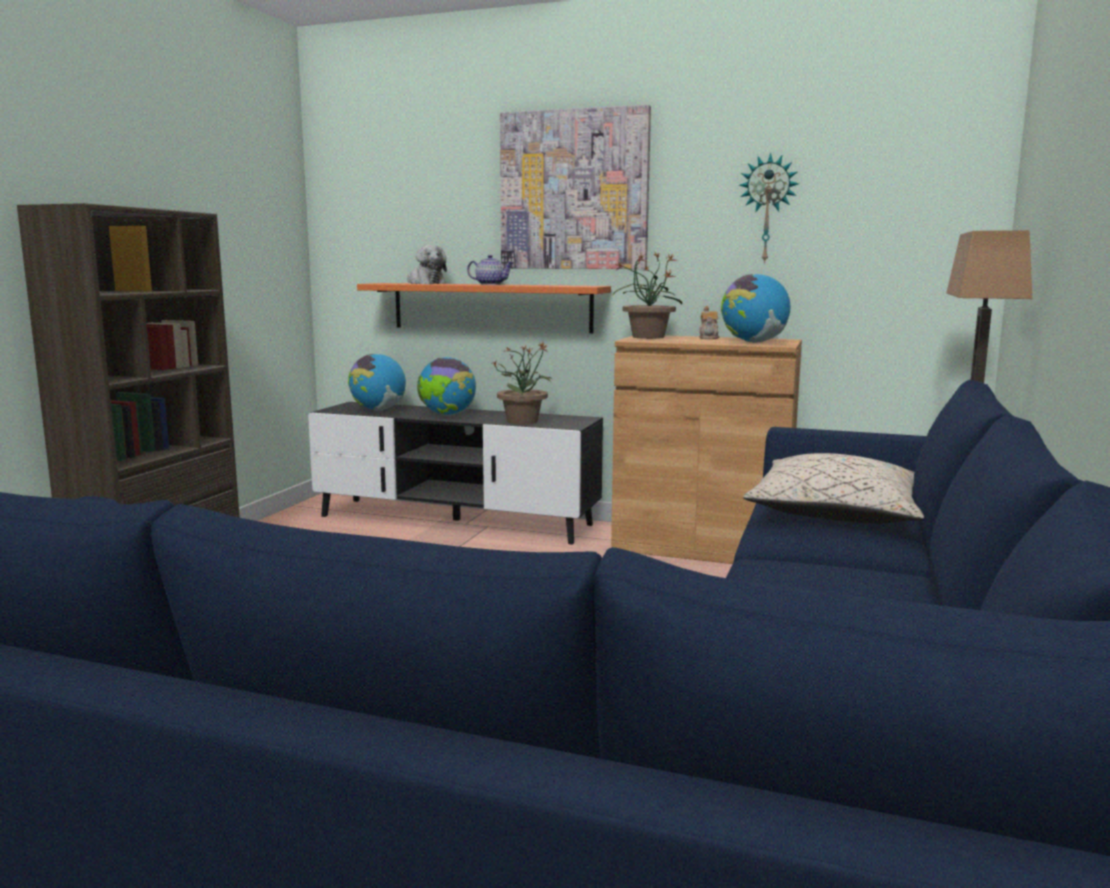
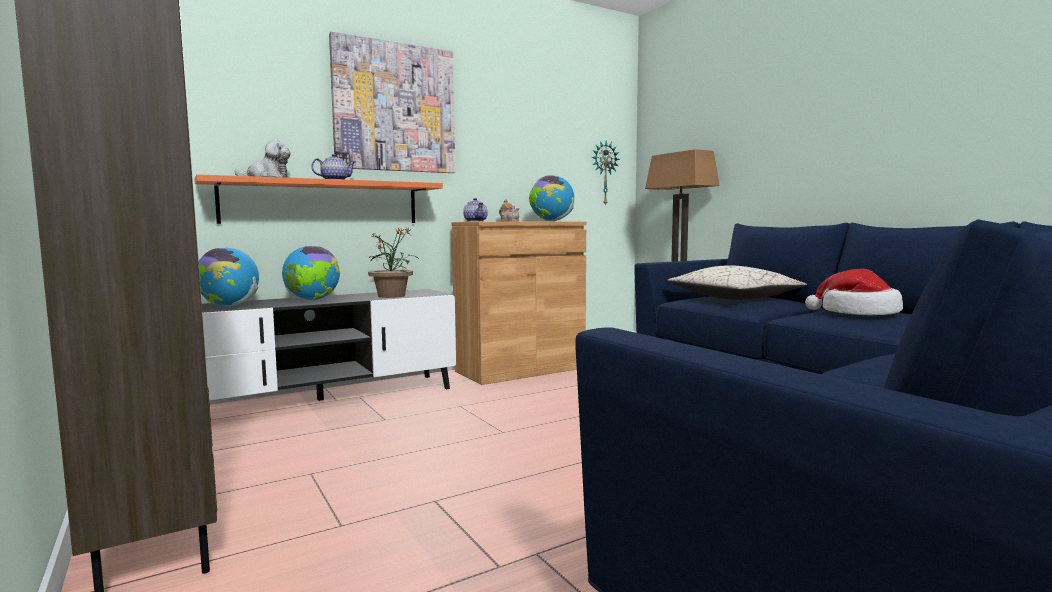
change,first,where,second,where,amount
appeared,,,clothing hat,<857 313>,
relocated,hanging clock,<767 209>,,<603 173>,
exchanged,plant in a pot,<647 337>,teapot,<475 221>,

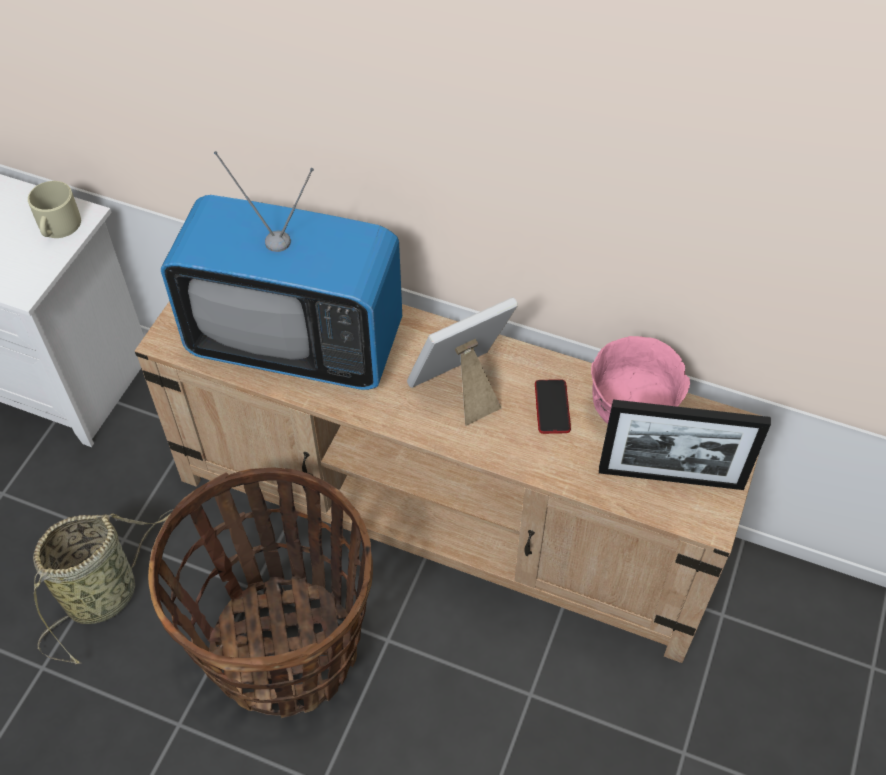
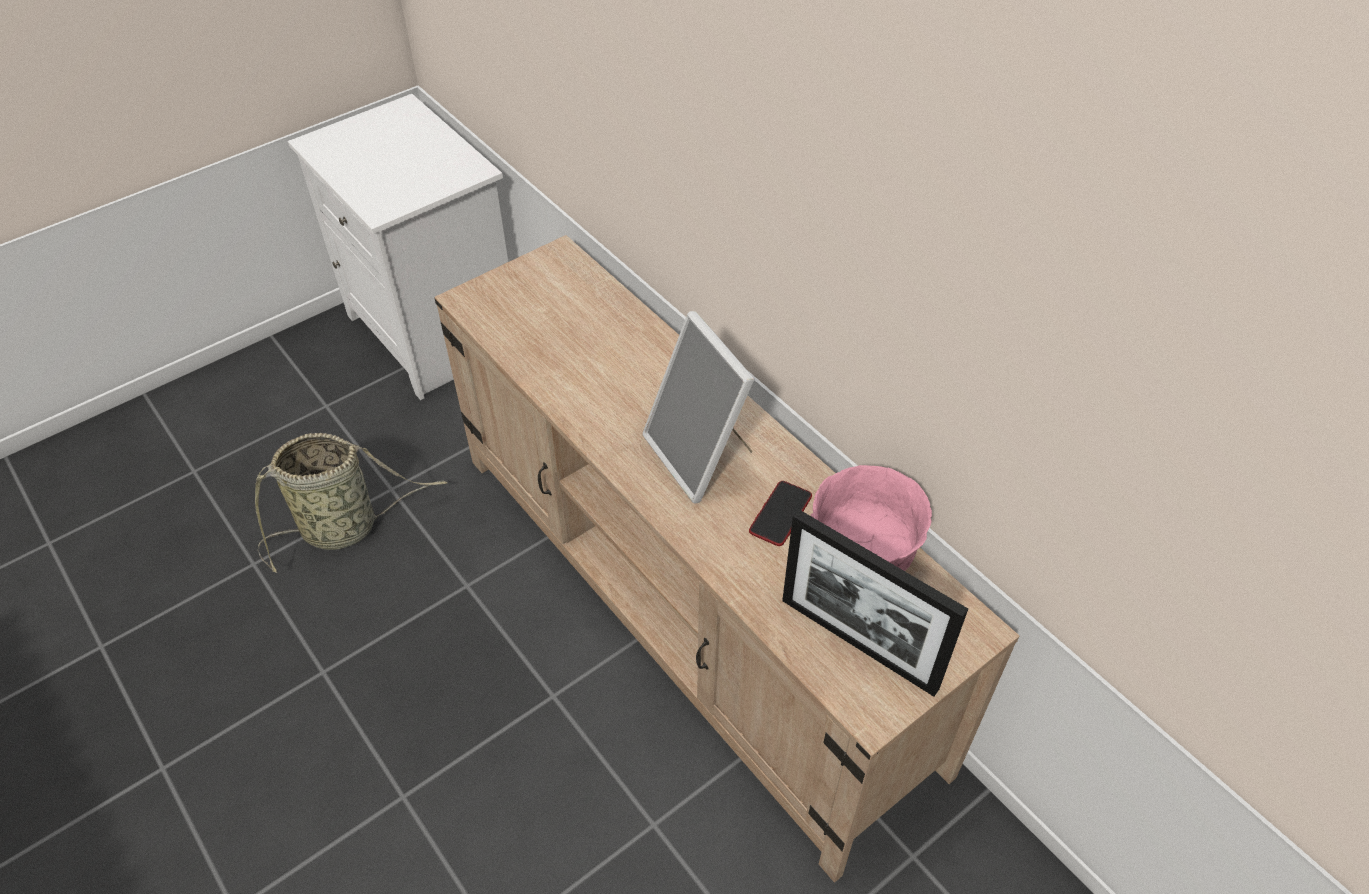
change,first,where,second,where,amount
missing,beige-coloured coffee mug,<58 227>,,,
missing,household basket,<285 648>,,,
missing,TV set,<296 343>,,,
spun,photo frame,<461 388>,,<701 456>,120 degrees counterclockwise

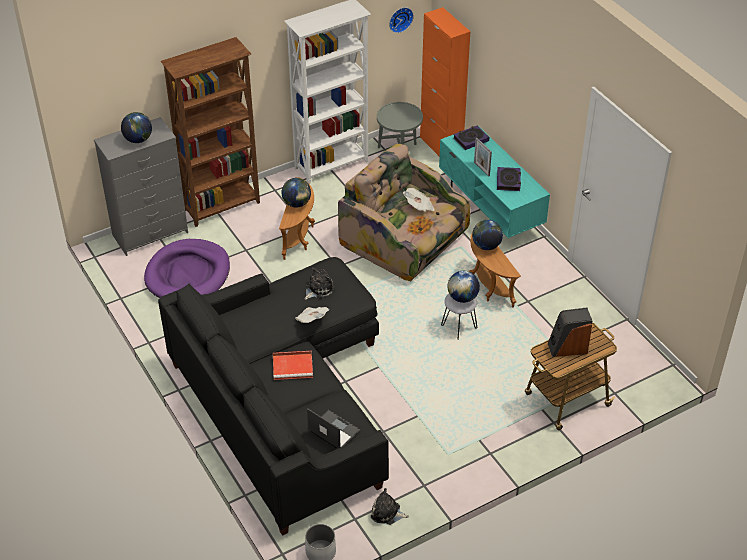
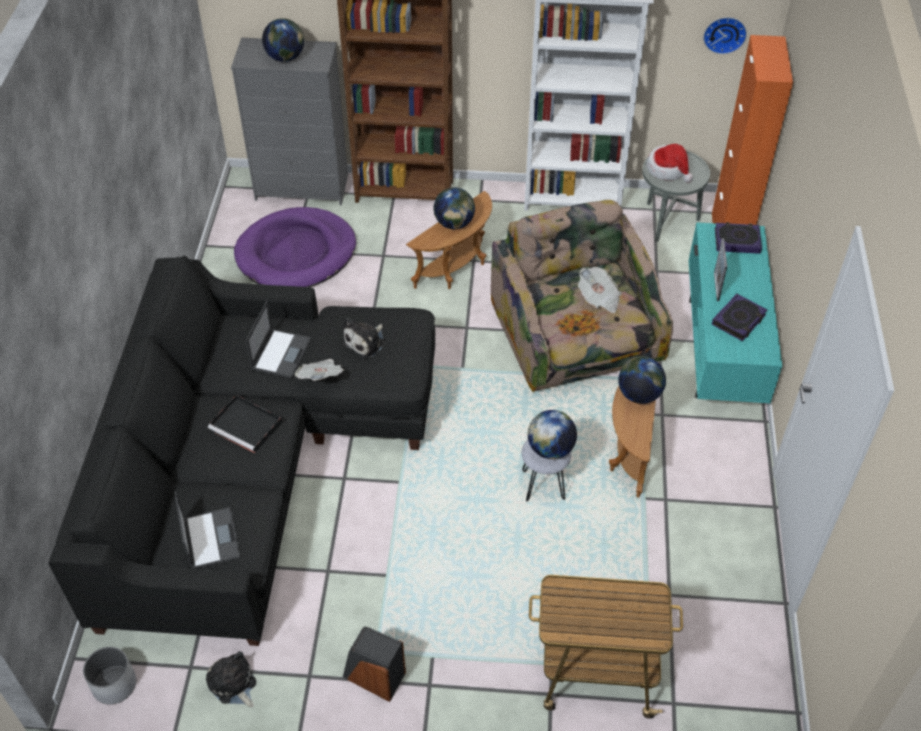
change,first,where,second,where,amount
appeared,,,laptop,<281 353>,
appeared,,,clothing hat,<668 169>,
relocated,loudspeaker,<567 347>,,<374 676>,
colour,red tray,<293 366>,blackish tray,<247 426>,
spun,soft toy,<318 289>,,<366 342>,135 degrees clockwise

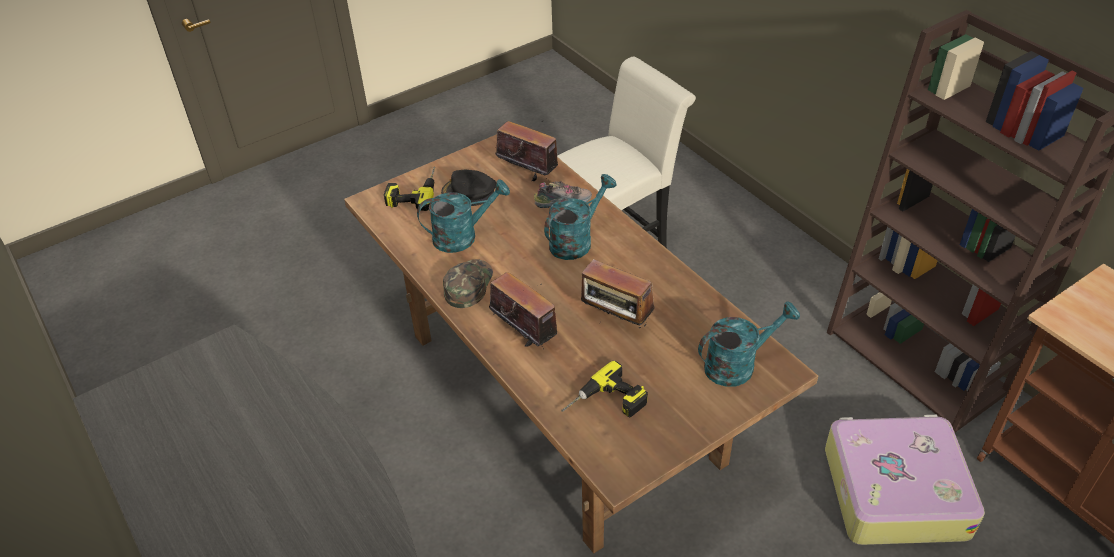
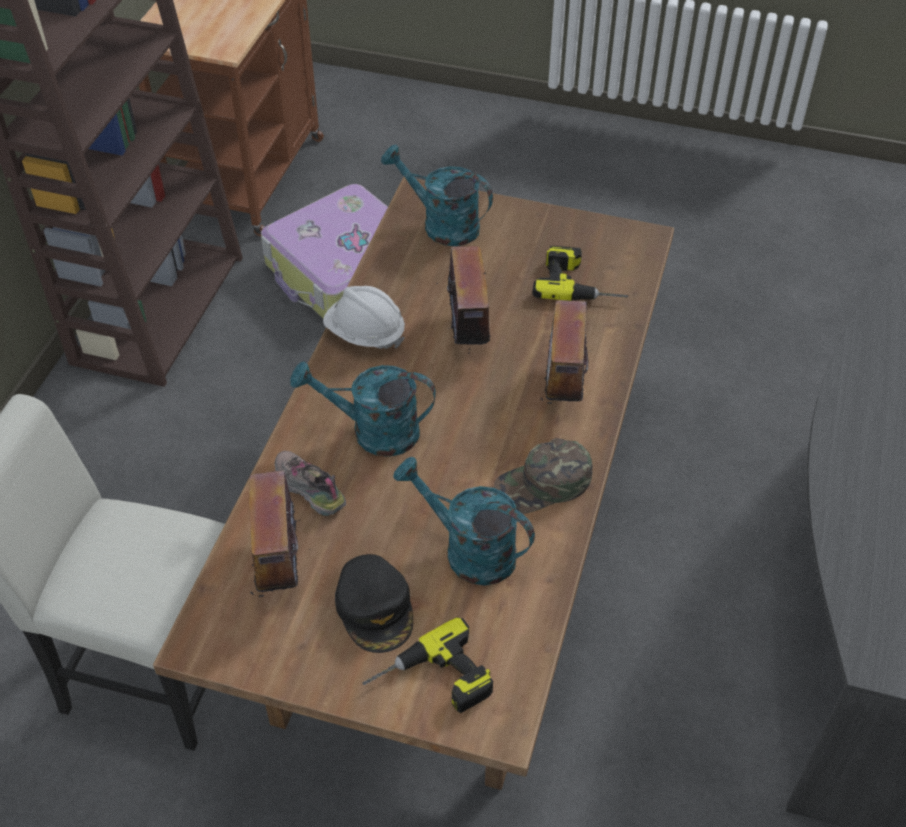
change,first,where,second,where,amount
appeared,,,whitish work helmet,<365 334>,

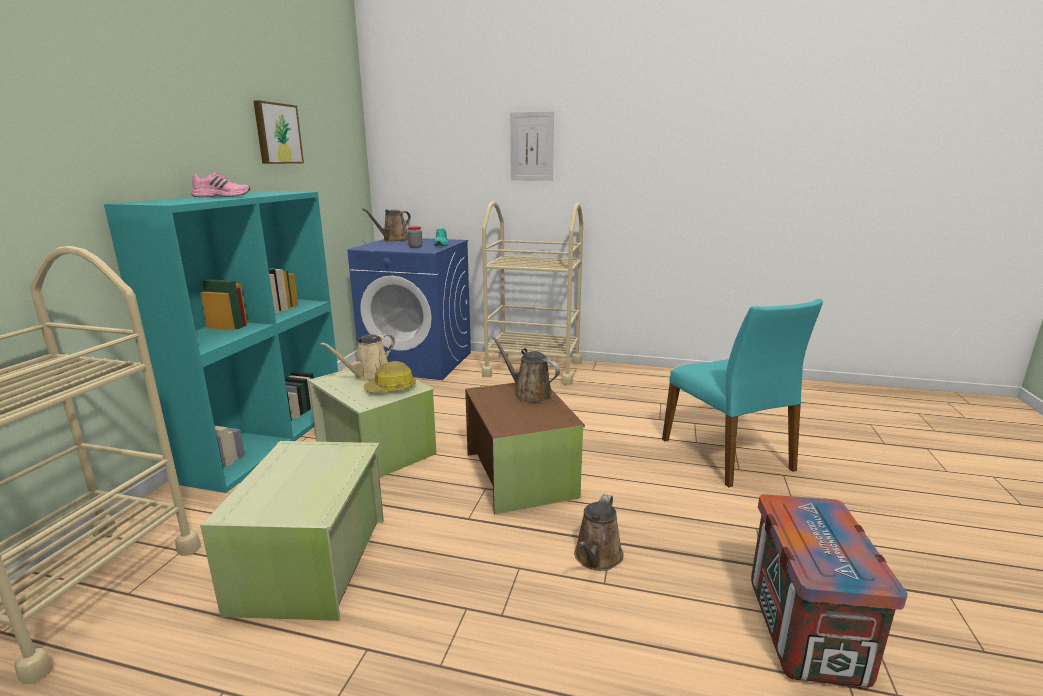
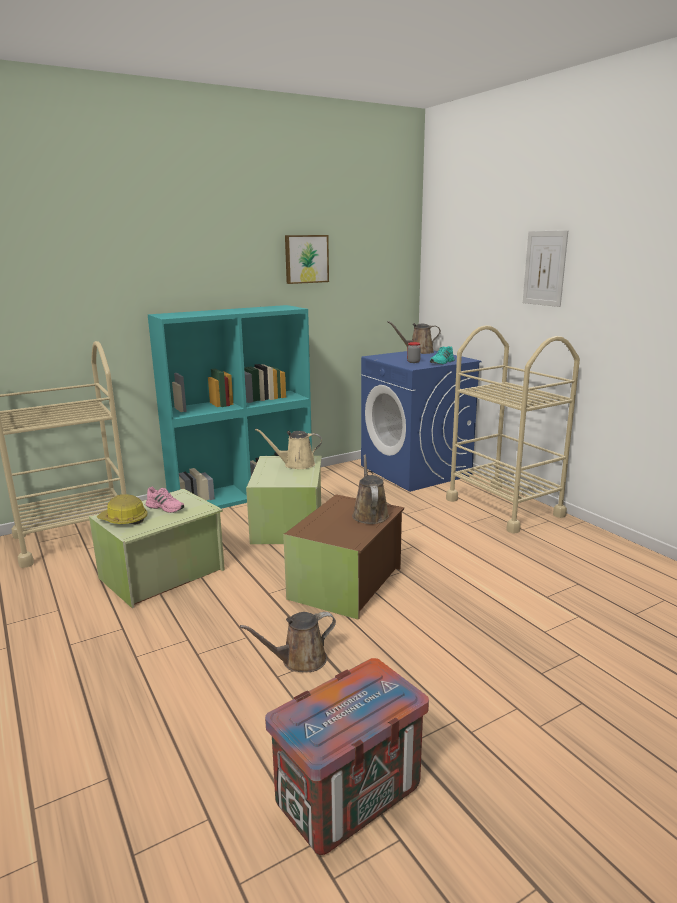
change,first,where,second,where,amount
missing,turquoise plain chair,<728 454>,,,
relocated,pink-coloured shoe,<222 196>,,<166 507>,
relocated,work helmet,<391 388>,,<124 520>,

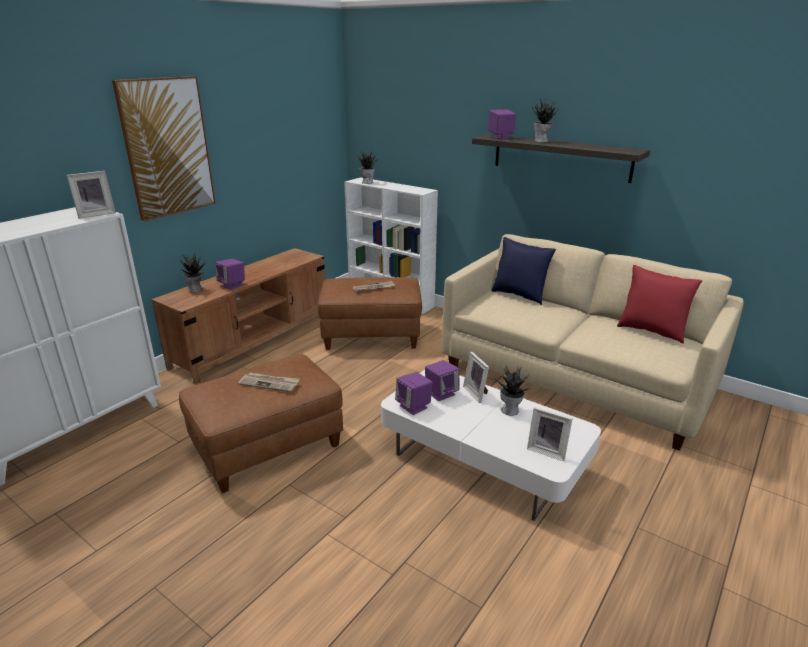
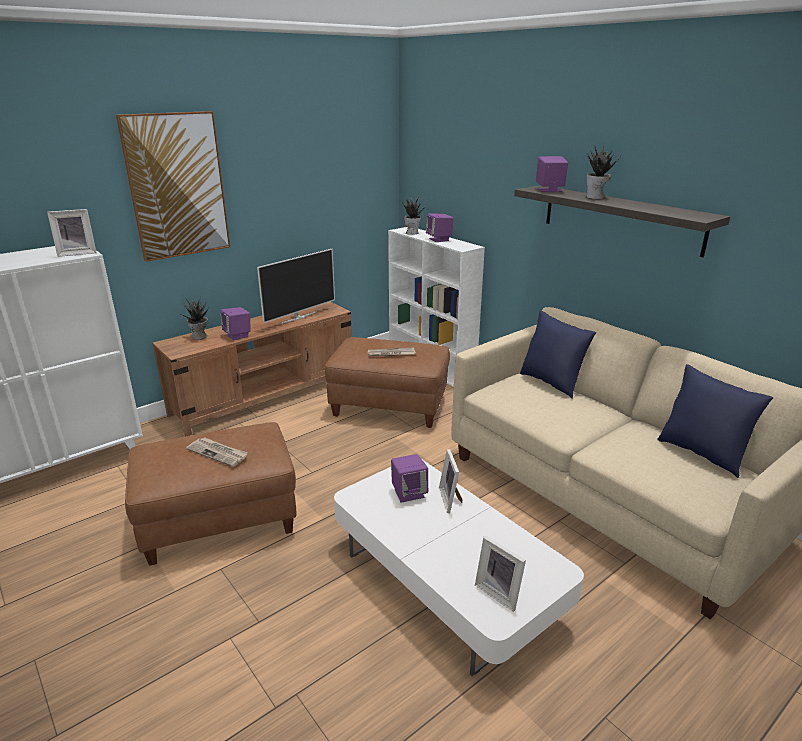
change,first,where,second,where,amount
missing,plant in a pot,<510 410>,,,
appeared,,,TV set,<298 317>,
relocated,purplish loudspeaker,<414 406>,,<439 239>,
colour,red cushion,<651 331>,blue-coloured cushion,<701 453>,

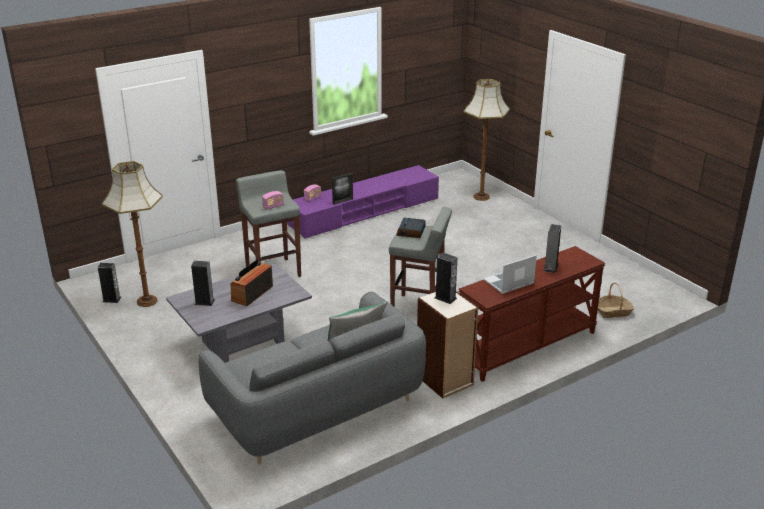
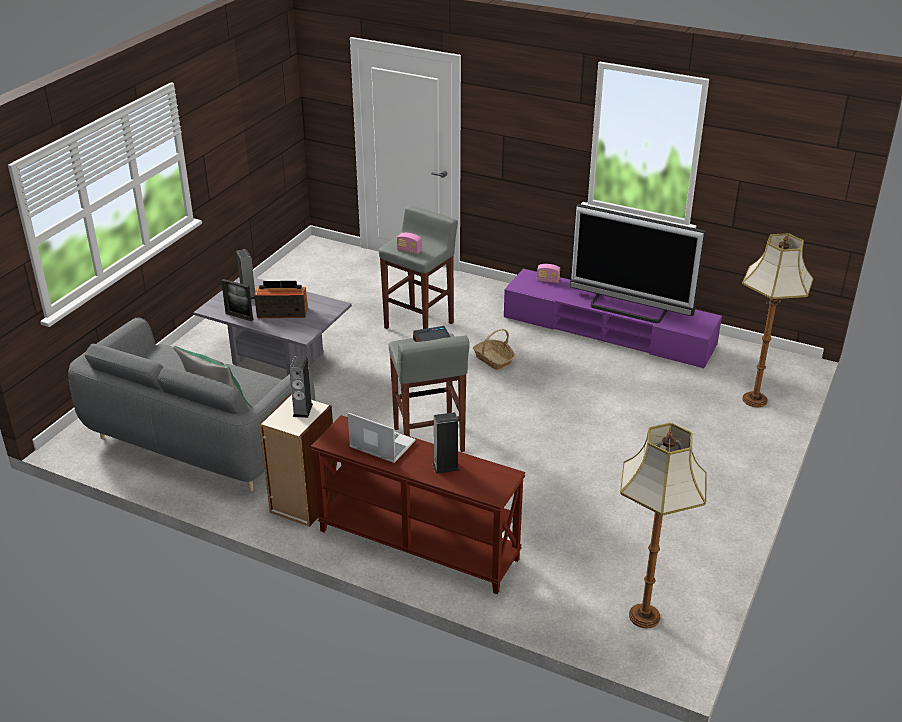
change,first,where,second,where,amount
missing,loudspeaker,<111 299>,,,
appeared,,,TV set,<629 308>,
relocated,standard lamp,<148 301>,,<645 617>,
relocated,photo frame,<342 201>,,<239 316>,
relocated,household basket,<613 312>,,<494 359>,

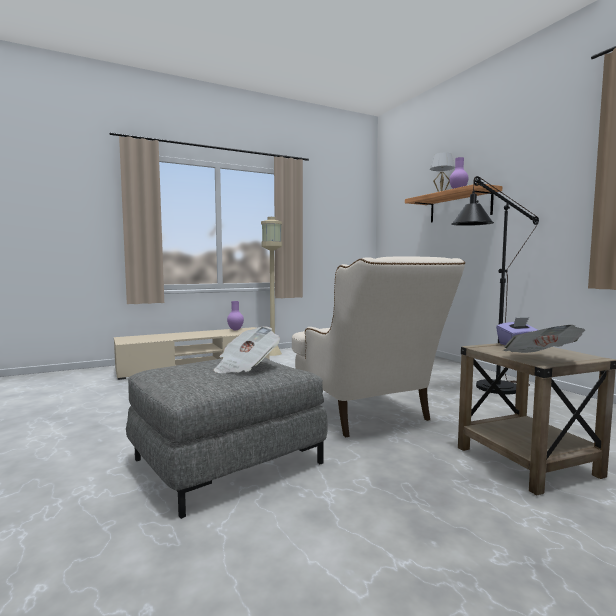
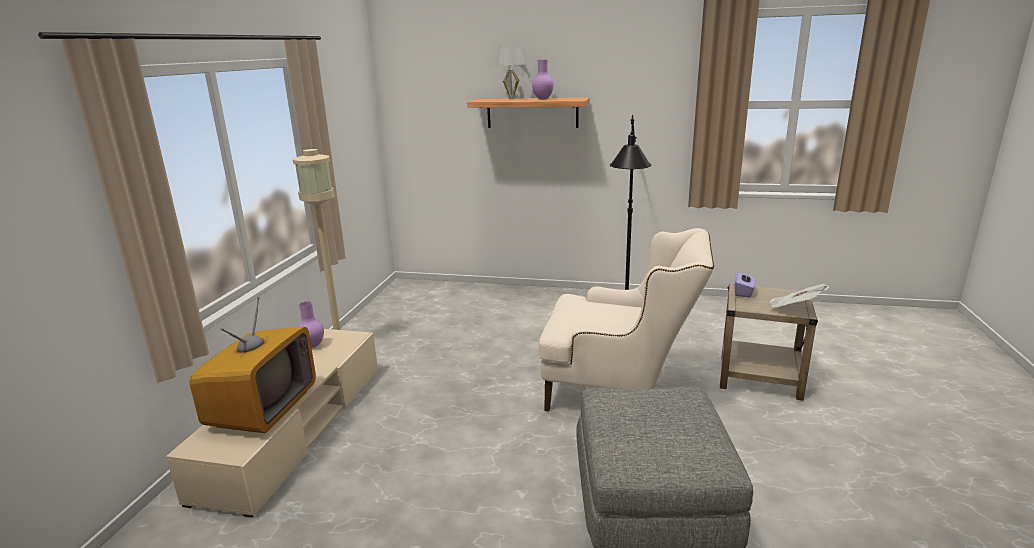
change,first,where,second,where,amount
missing,printed paper,<246 367>,,,
appeared,,,TV set,<263 409>,

